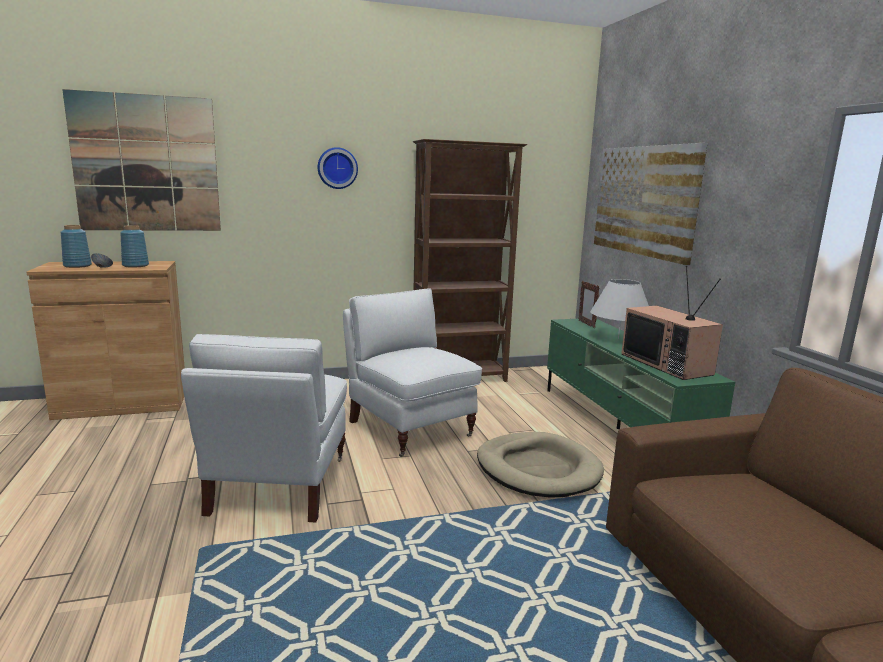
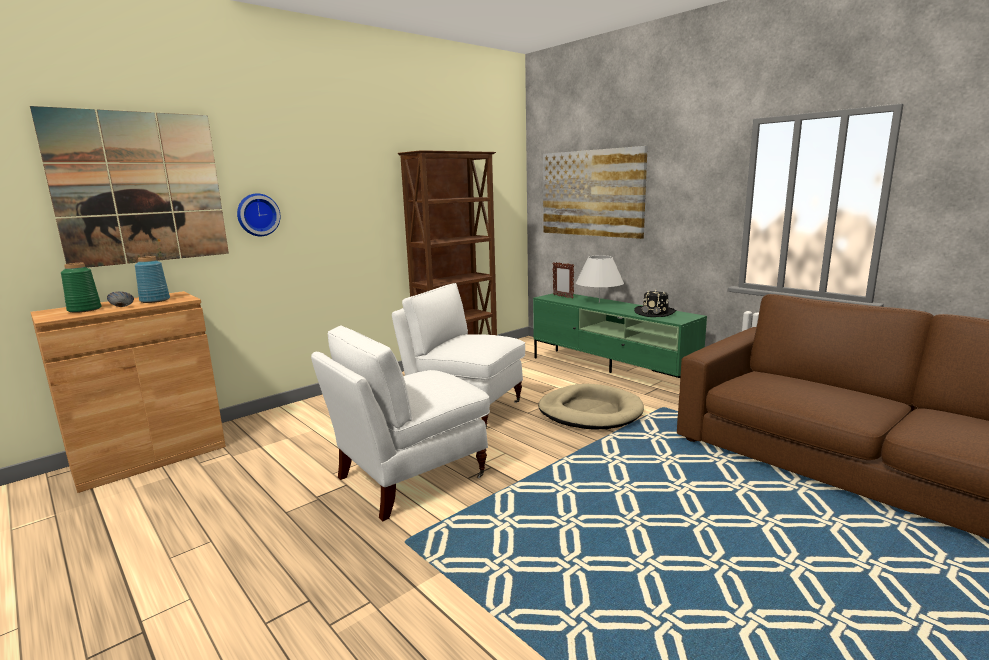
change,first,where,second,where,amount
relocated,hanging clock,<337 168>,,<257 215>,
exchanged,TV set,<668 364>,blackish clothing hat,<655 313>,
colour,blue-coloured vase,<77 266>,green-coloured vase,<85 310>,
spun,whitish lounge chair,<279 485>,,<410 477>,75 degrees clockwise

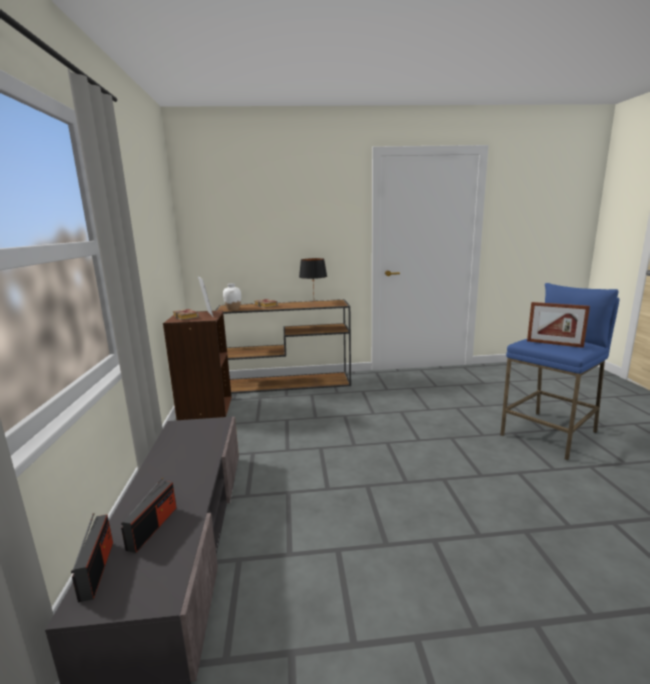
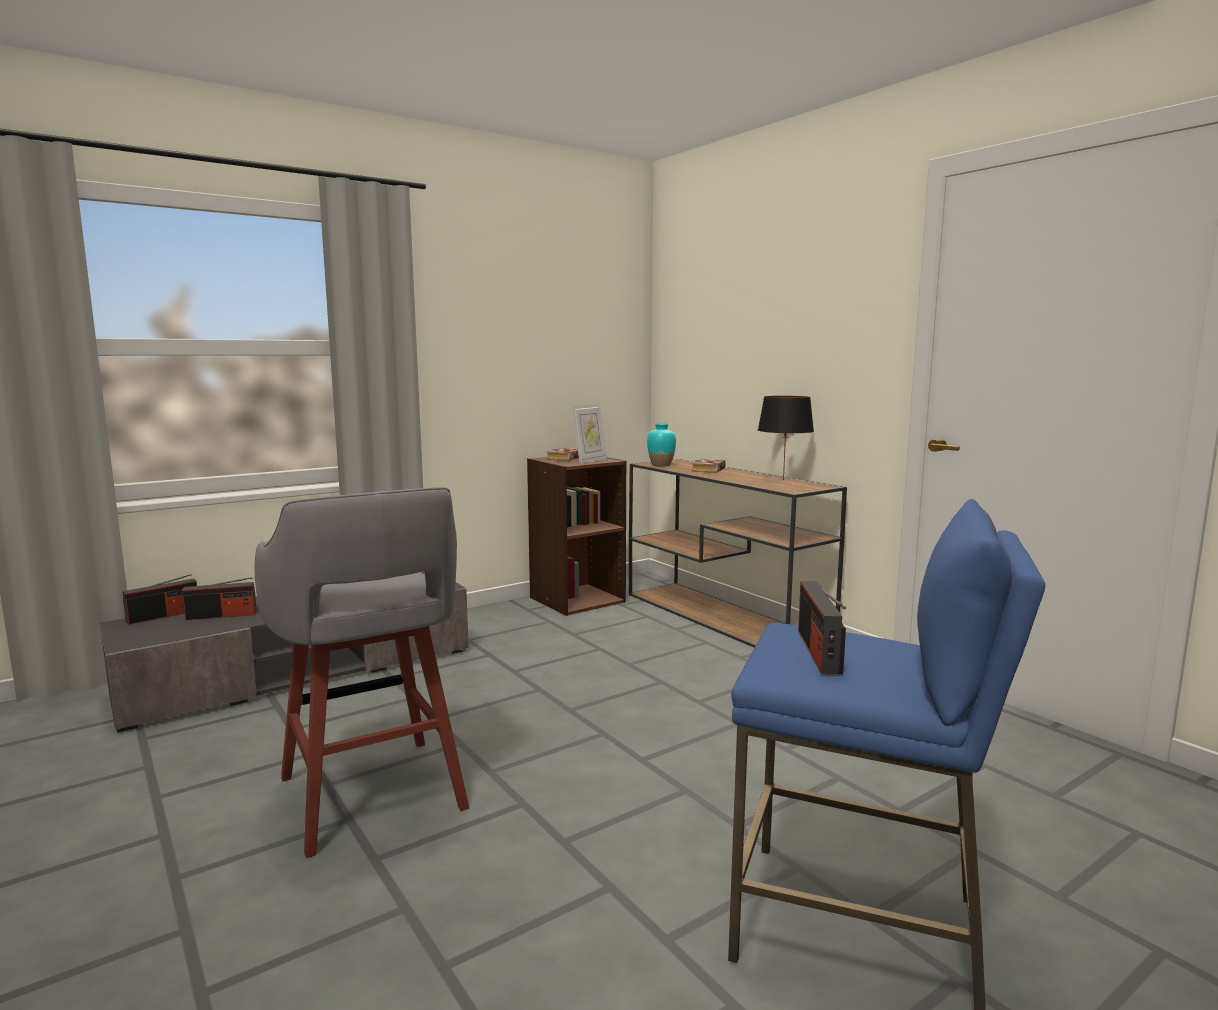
change,first,where,second,where,amount
appeared,,,gray stool seat,<373 796>,
exchanged,photo frame,<554 344>,radio receiver,<819 651>,
colour,whitish vase,<233 309>,turquoise vase,<661 465>,

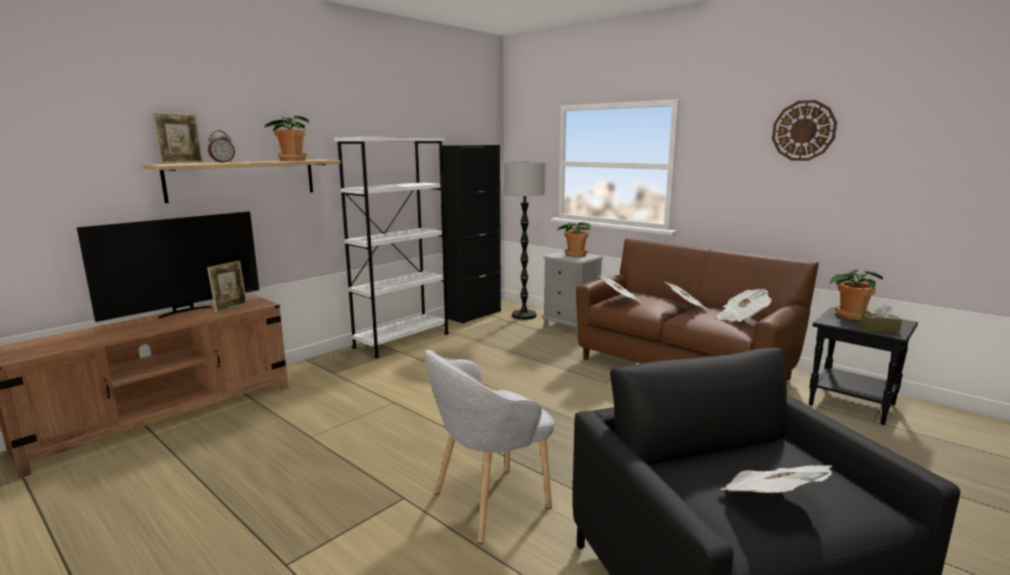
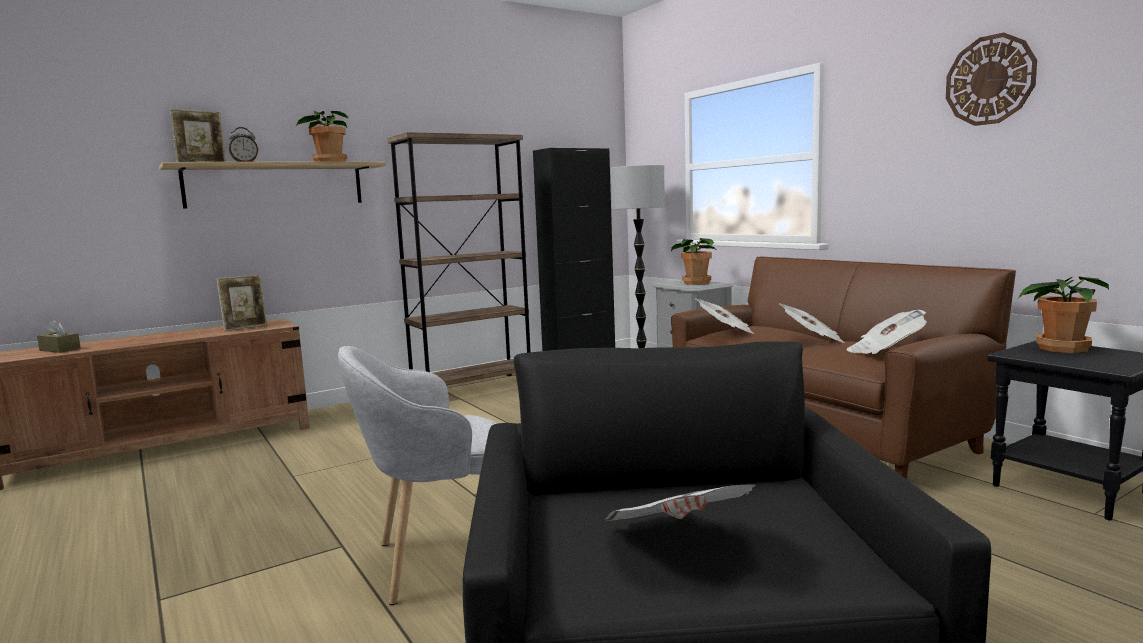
change,first,where,second,where,amount
missing,TV set,<184 311>,,,
relocated,brown-coloured tissue holder,<879 329>,,<60 349>,
colour,whitish bookshelf,<402 340>,brown-coloured bookshelf,<472 388>,

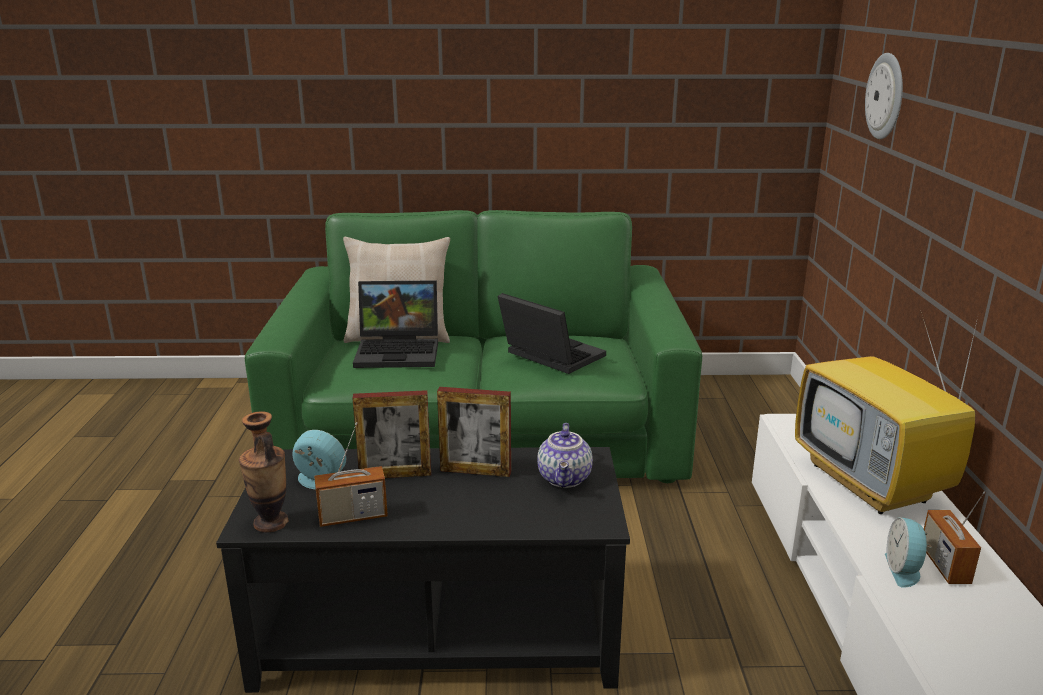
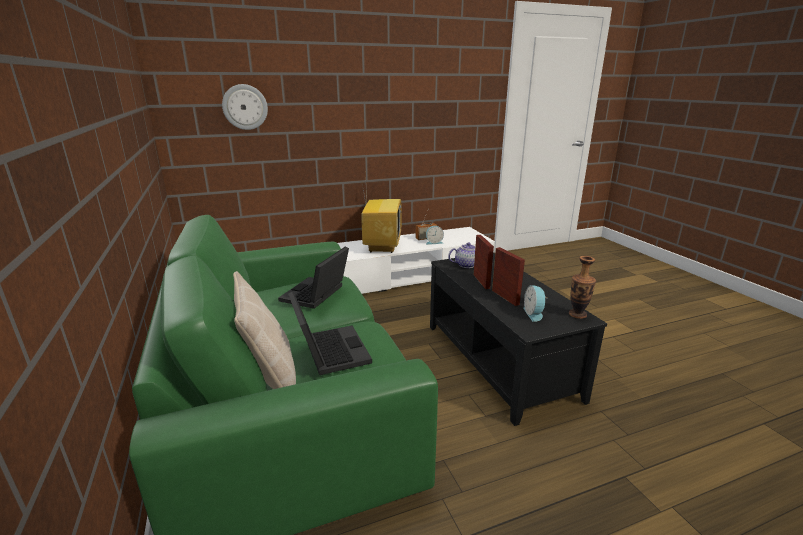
change,first,where,second,where,amount
missing,radio receiver,<353 516>,,,
spun,TV set,<873 484>,,<382 245>,45 degrees counterclockwise

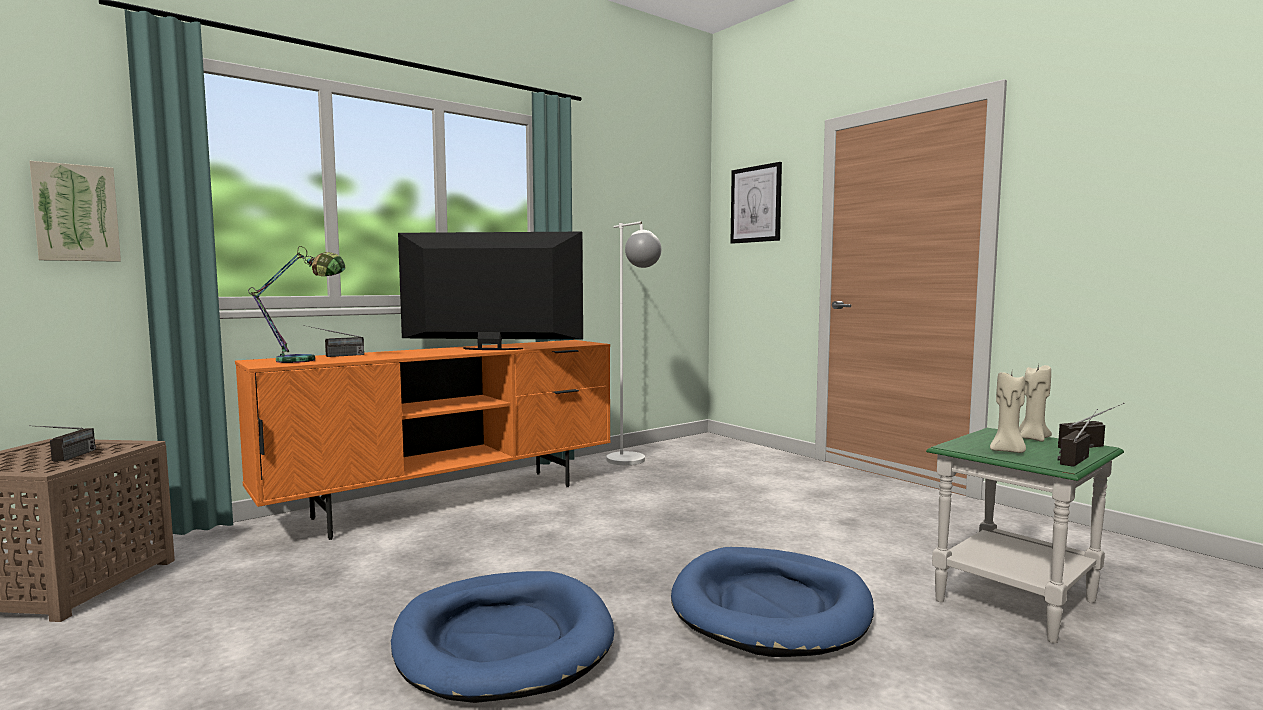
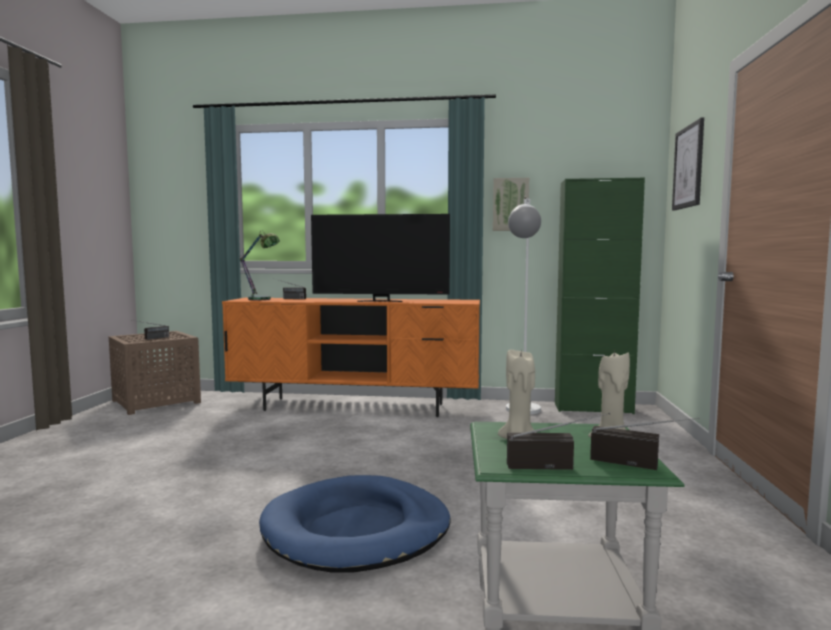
change,first,where,second,where,amount
missing,blue-coloured pet bed,<503 641>,,,
appeared,,,green-coloured cabinet,<593 408>,
relocated,wall picture,<77 213>,,<510 204>,
spun,TV set,<490 349>,,<380 301>,135 degrees clockwise

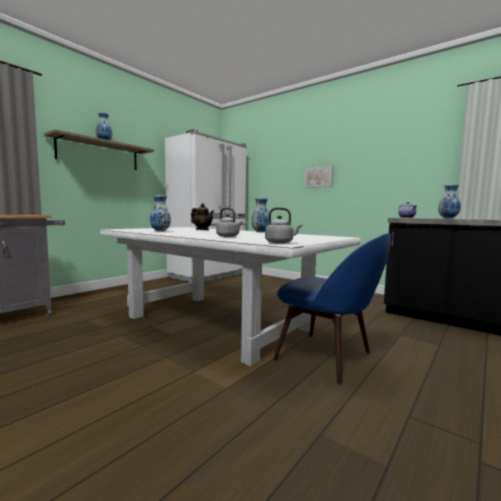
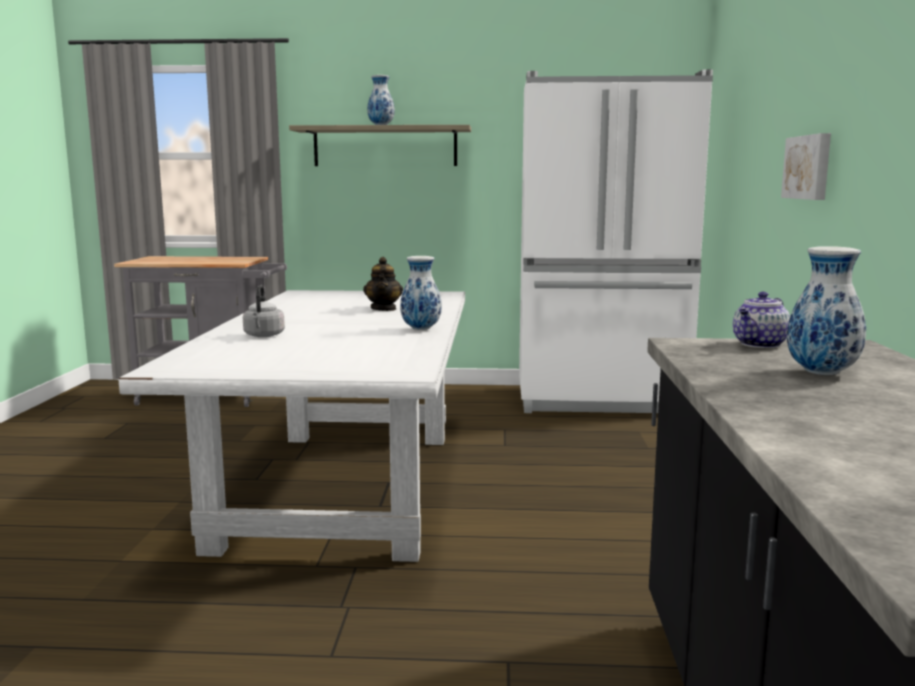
change,first,where,second,where,amount
missing,vase,<161 231>,,,
missing,gray tea kettle,<280 242>,,,
missing,blue-coloured plain chair,<327 357>,,,

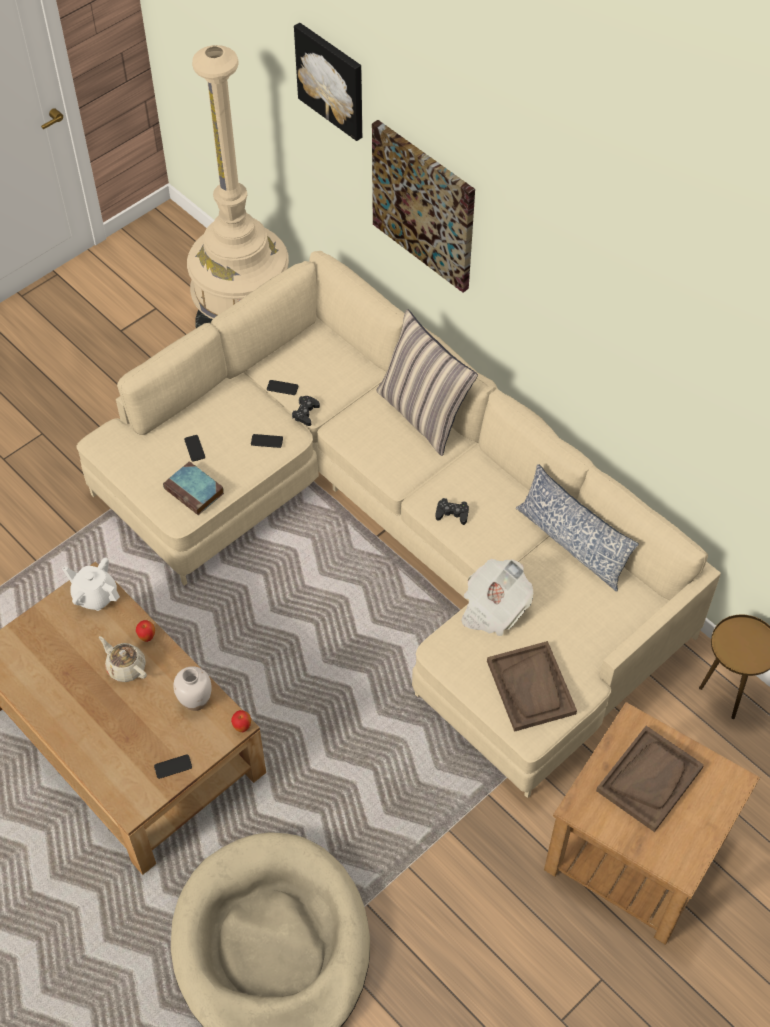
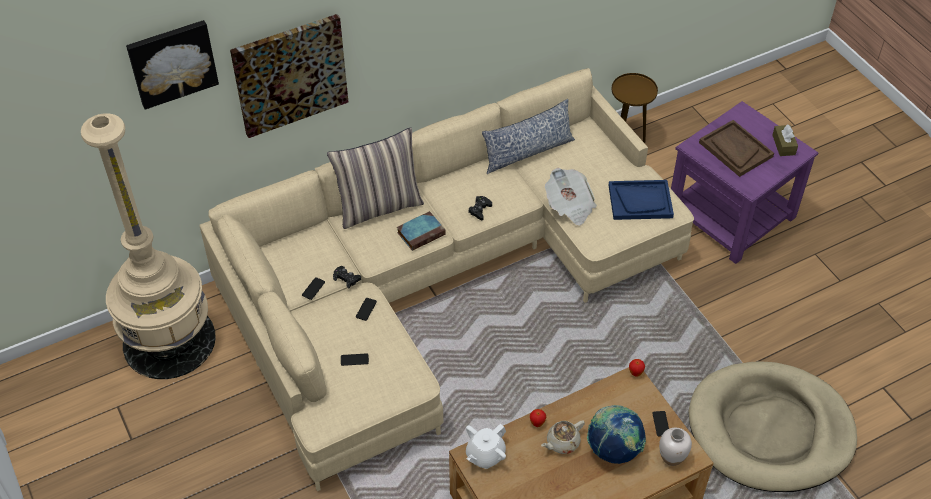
change,first,where,second,where,amount
appeared,,,desk globe,<614 450>,
appeared,,,brown-coloured tissue holder,<783 145>,
relocated,volume,<195 491>,,<421 233>,
relocated,whitish vase,<195 701>,,<672 457>,
colour,brown-coloured tray,<531 687>,blue-coloured tray,<640 201>,
colour,brown-coloured accent table,<636 851>,purplish accent table,<730 214>,

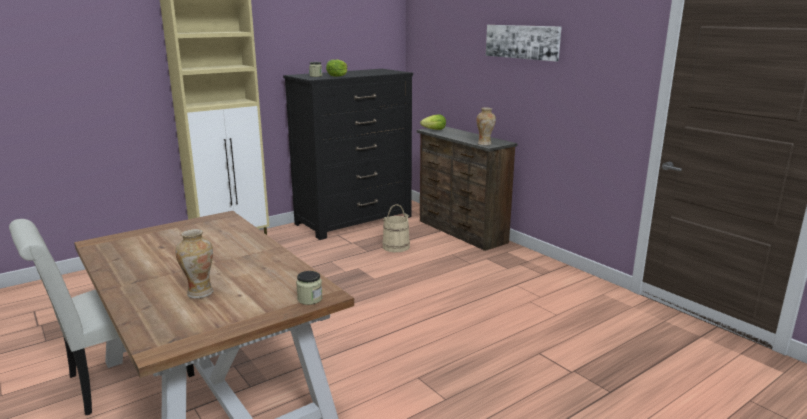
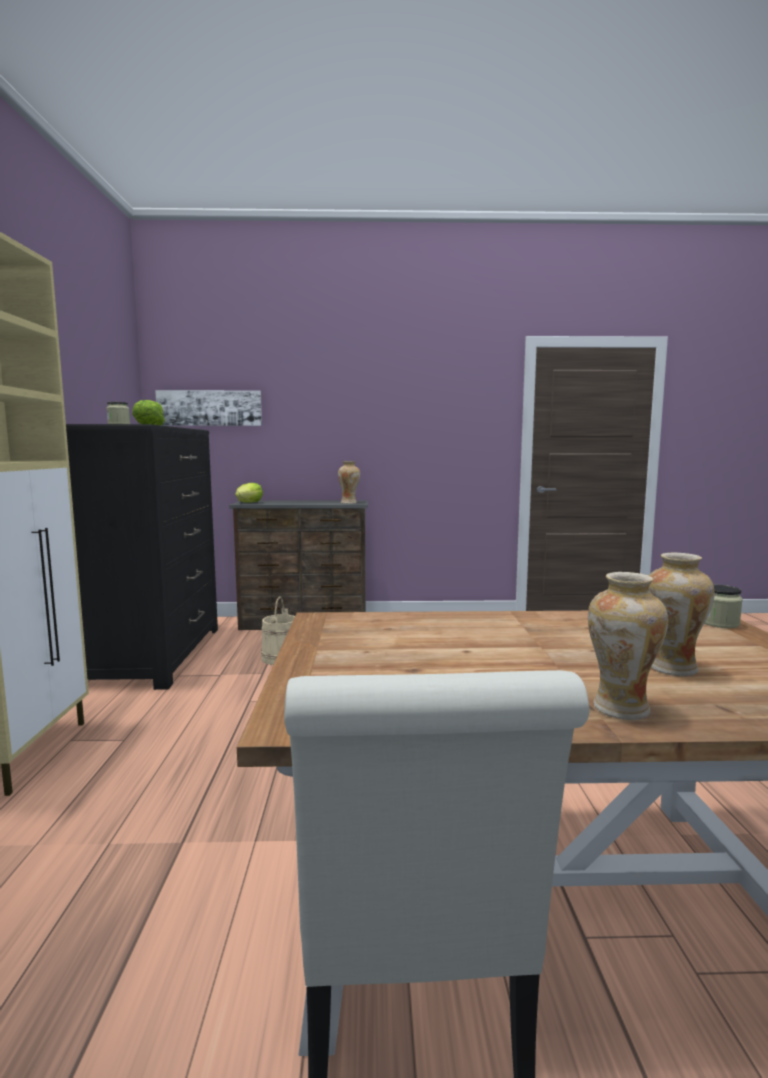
change,first,where,second,where,amount
appeared,,,vase,<620 709>,
relocated,wall picture,<522 42>,,<209 408>,

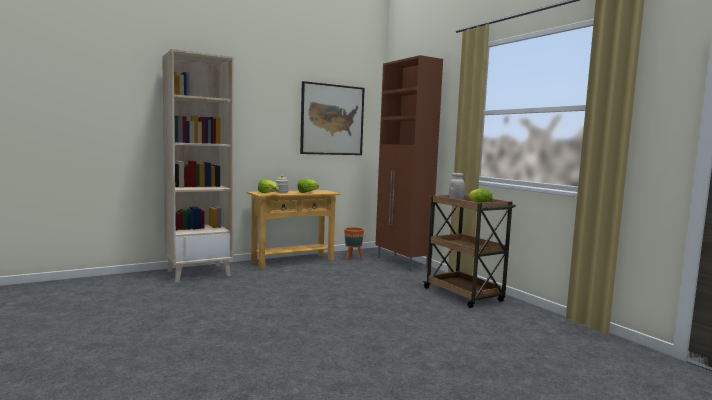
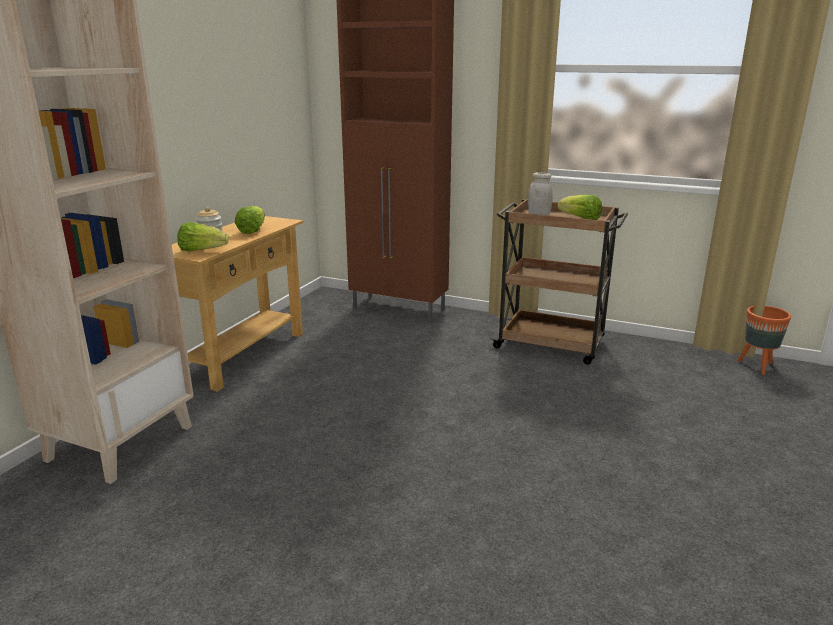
change,first,where,second,where,amount
missing,wall picture,<332 120>,,,
relocated,orange-coloured planter,<353 258>,,<757 366>,

